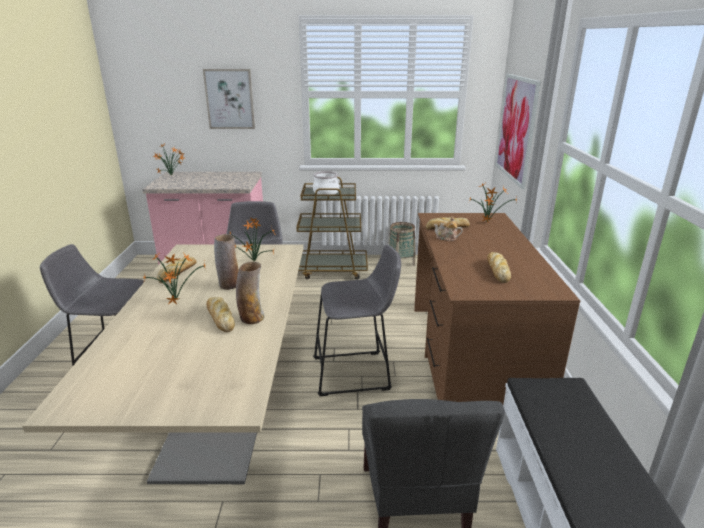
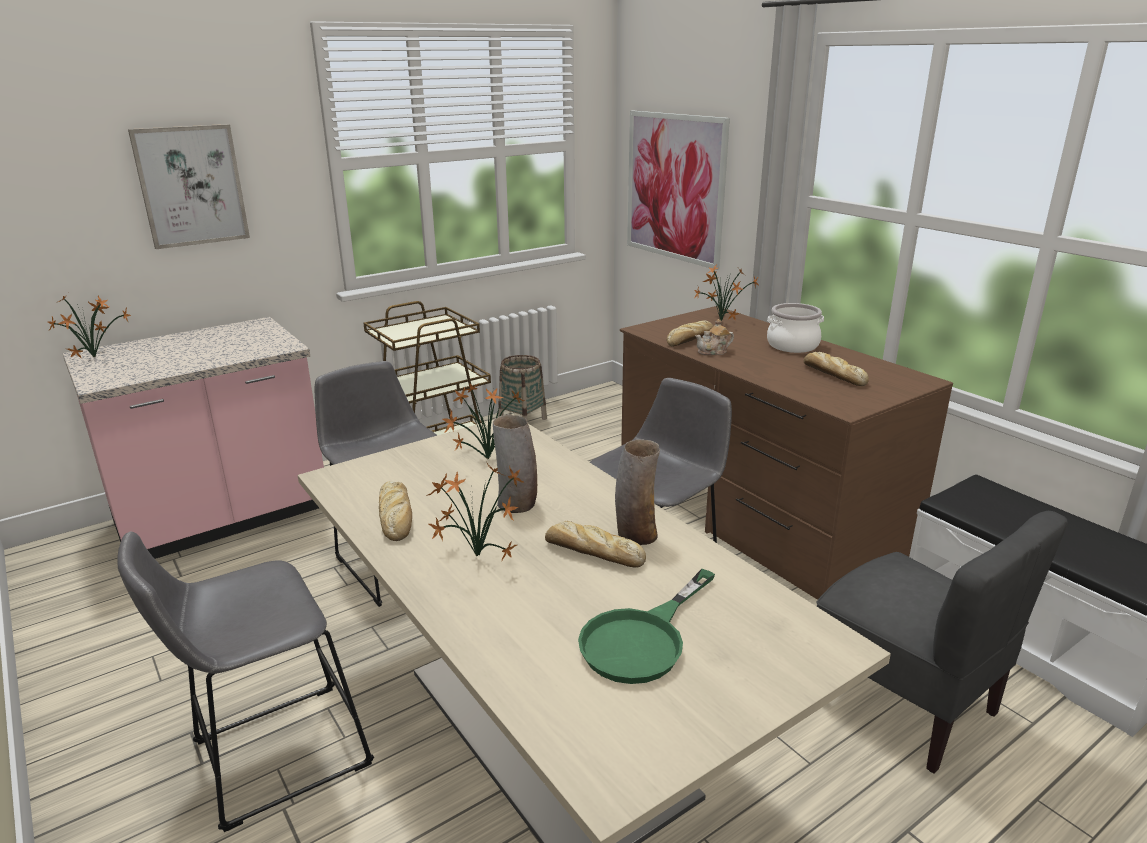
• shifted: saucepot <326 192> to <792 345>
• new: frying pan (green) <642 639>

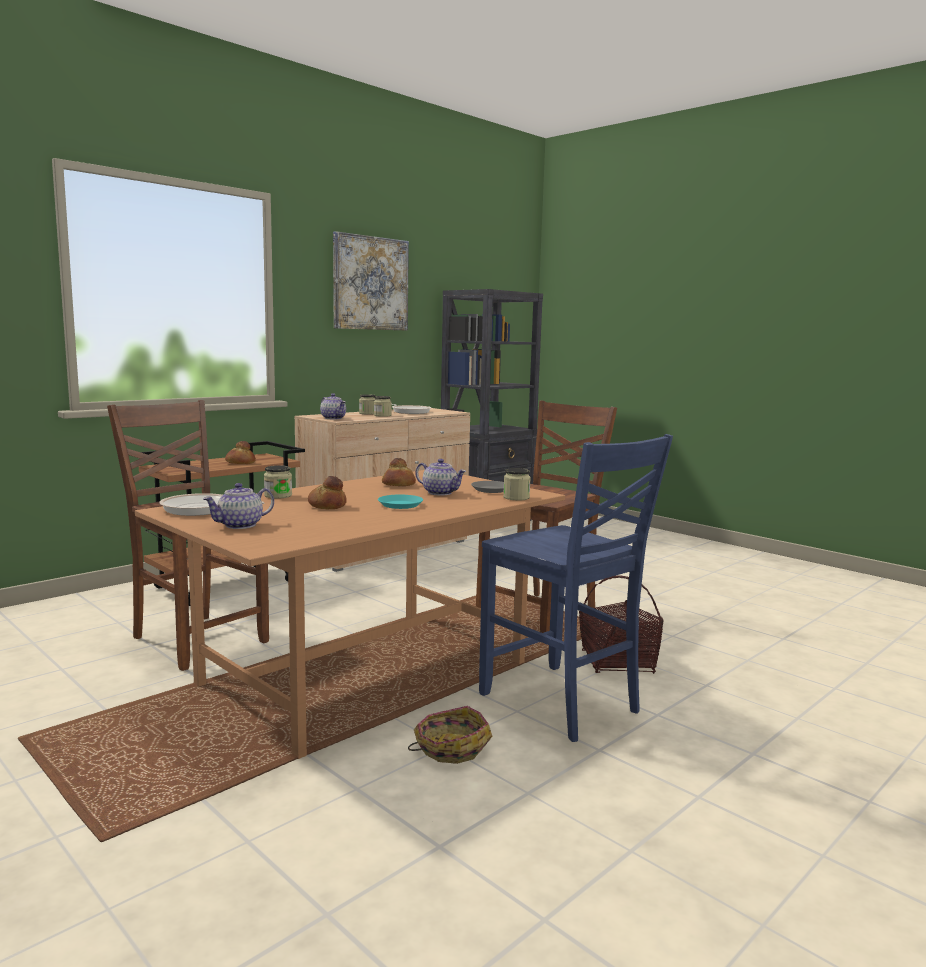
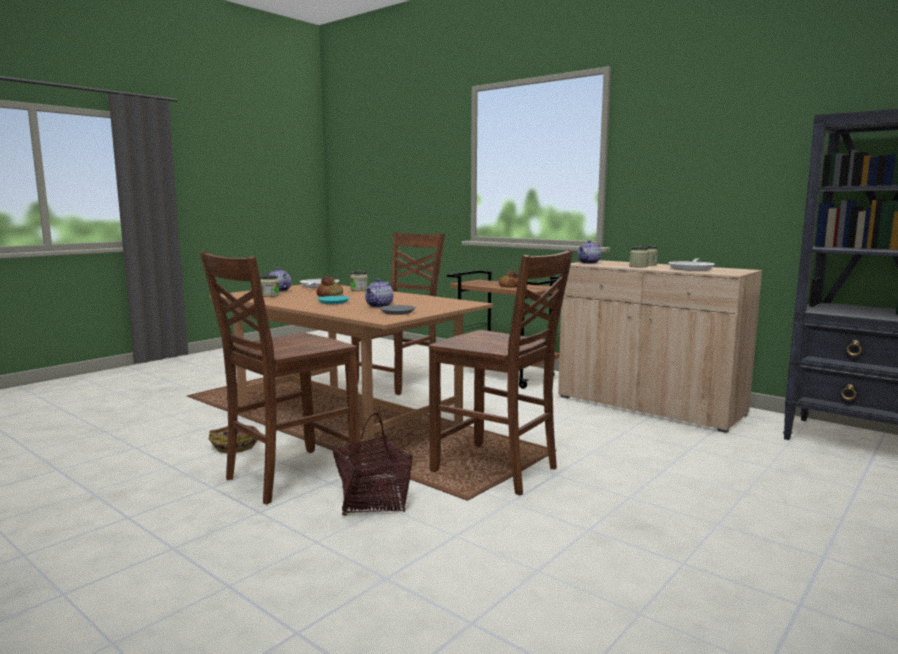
• gone: wall art <370 283>
• gone: baked bread <398 485>
• repainted: plain chair (bluish) <561 703> to plain chair (brown) <289 476>
• shifted: storage jar <516 498> to <269 295>

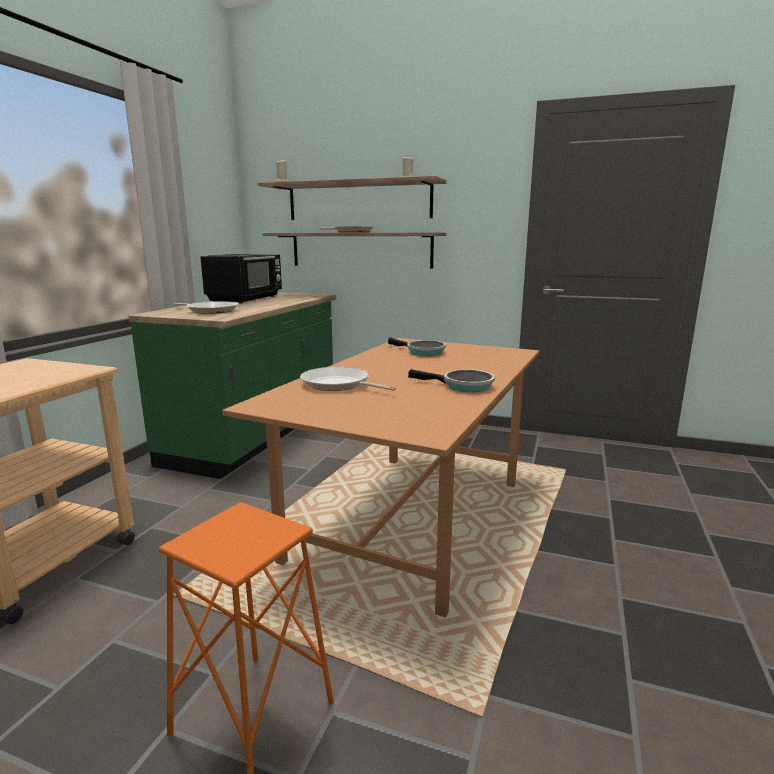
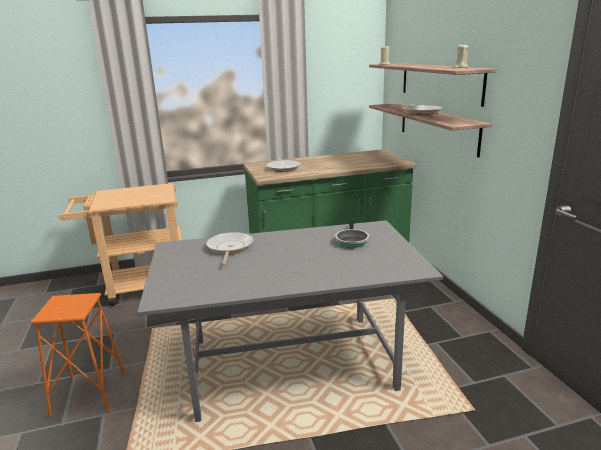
• gone: microwave oven (black-coloured) <246 299>
• repainted: kitchen table (brown) <412 521> to kitchen table (greyish) <289 365>
• gone: frying pan <463 386>

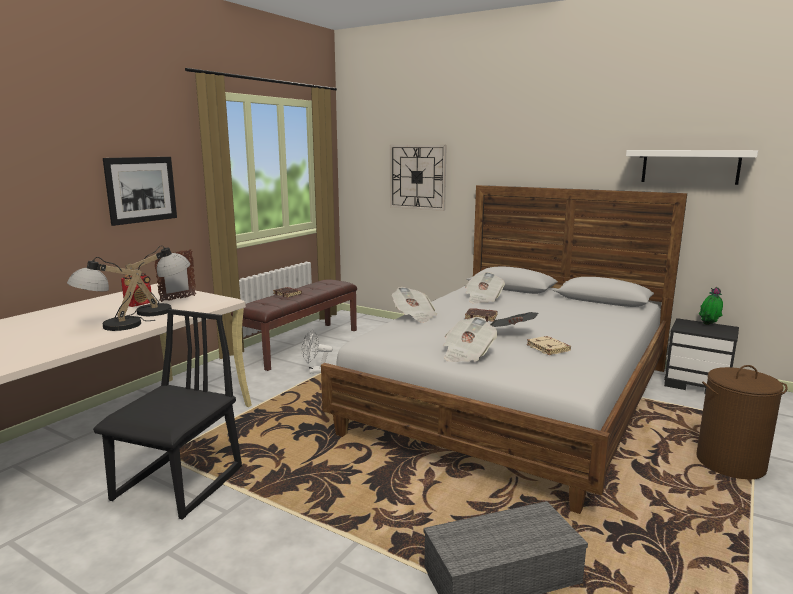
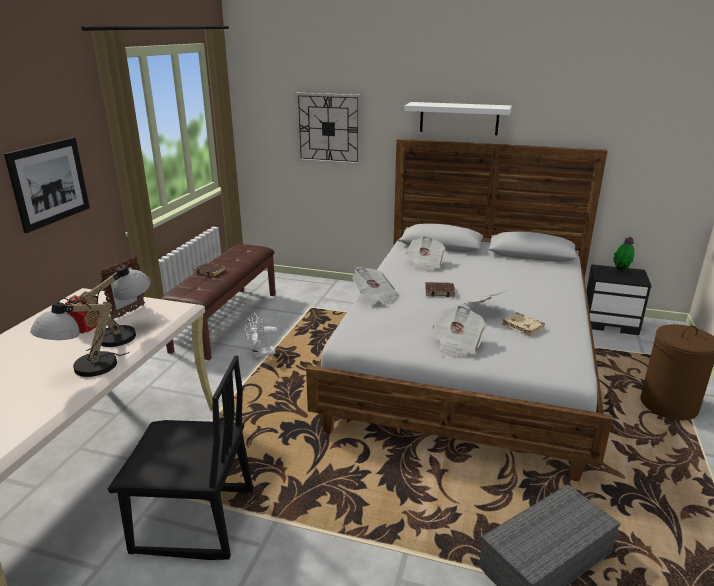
• rotated: plain chair (black-coloured) <179 484> = <194 522> 90 degrees clockwise
• shifted: bracket shelf (whitish) <690 166> to <459 118>

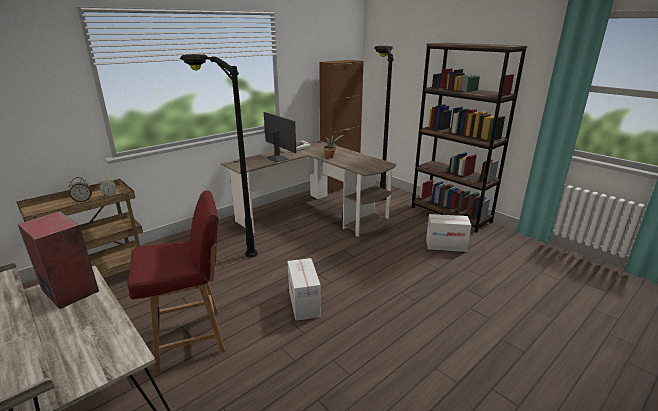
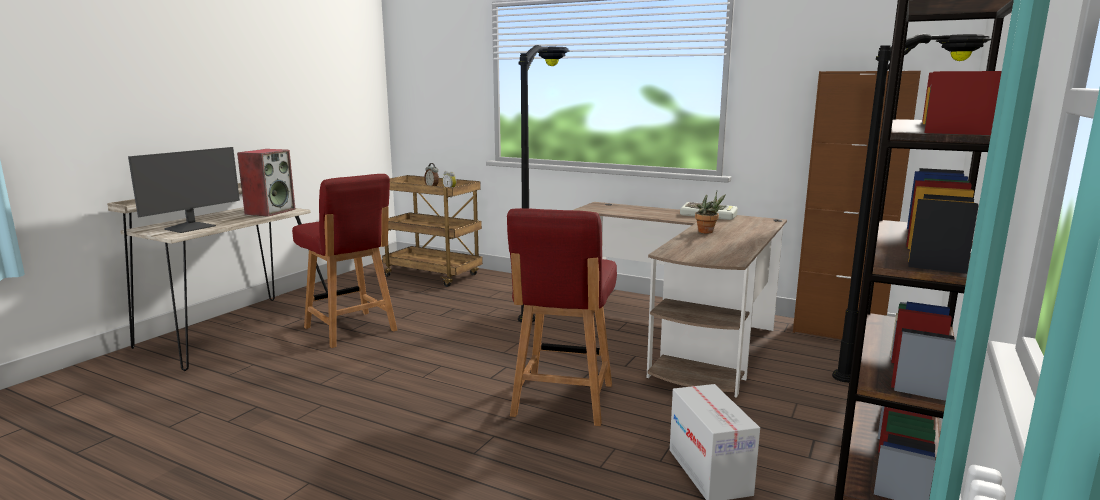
• shifted: computer screen <277 158> to <191 228>
• gone: cardboard box <304 303>
• new: plain chair (red) <562 401>

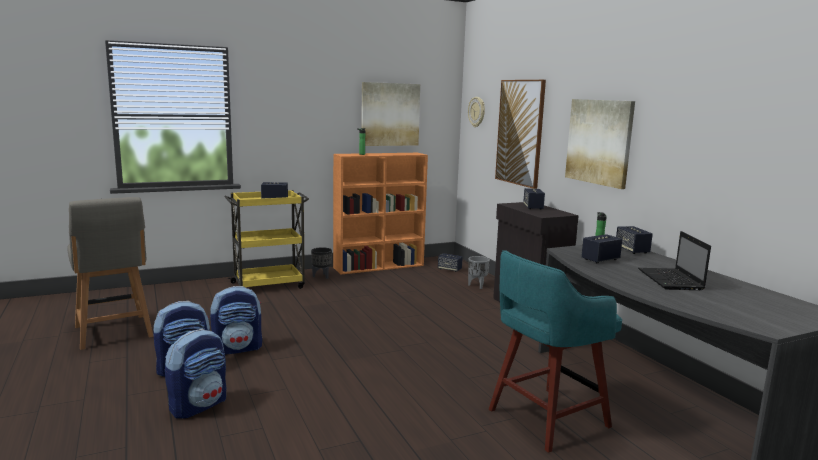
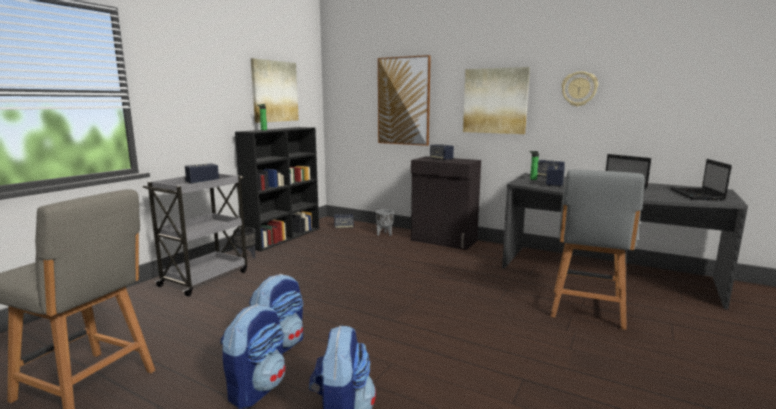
• repainted: trolley (yellowish) <269 285> to trolley (greyish) <205 278>
• repainted: bookcase (orange-coloured) <379 266> to bookcase (black-coloured) <284 237>
• shifted: hanging clock <477 112> to <579 89>
• swapped: sitting stool (blue-green) <545 419> to plain chair (greyish) <586 310>
• new: notebook computer <697 195>

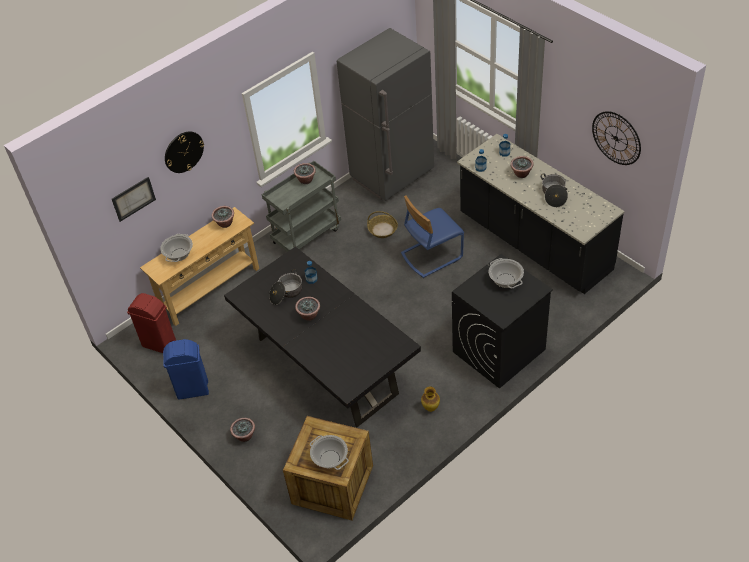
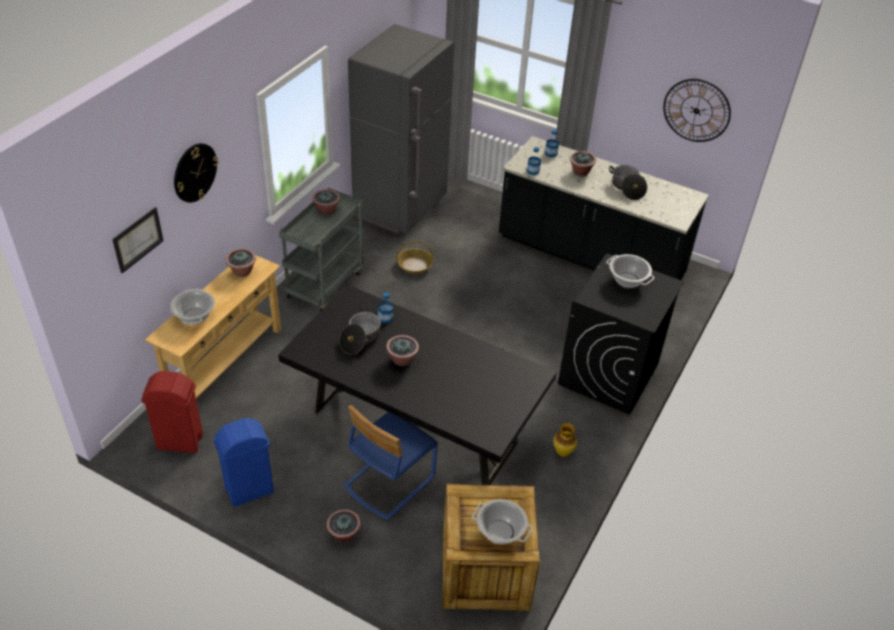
• shifted: plain chair (bluish) <431 255> to <388 482>

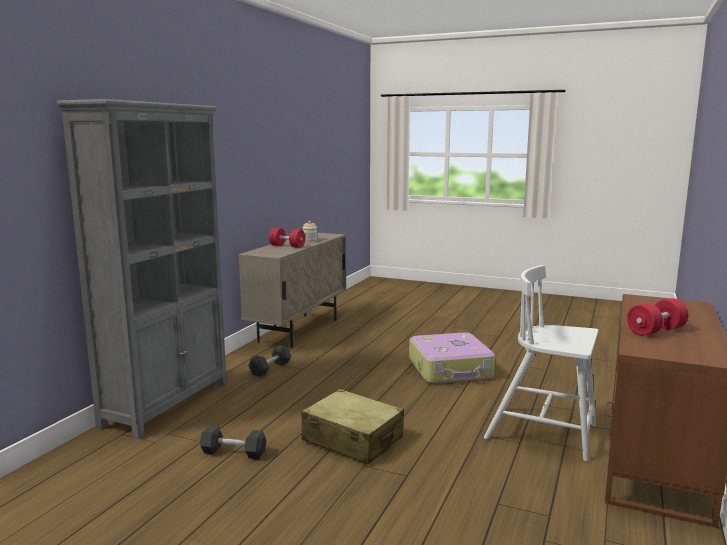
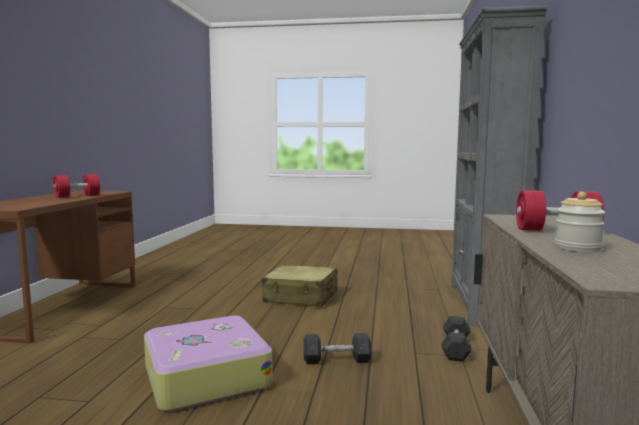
• shifted: free weight (greyish) <234 452> to <336 360>
• gone: plain chair (whitish) <543 432>

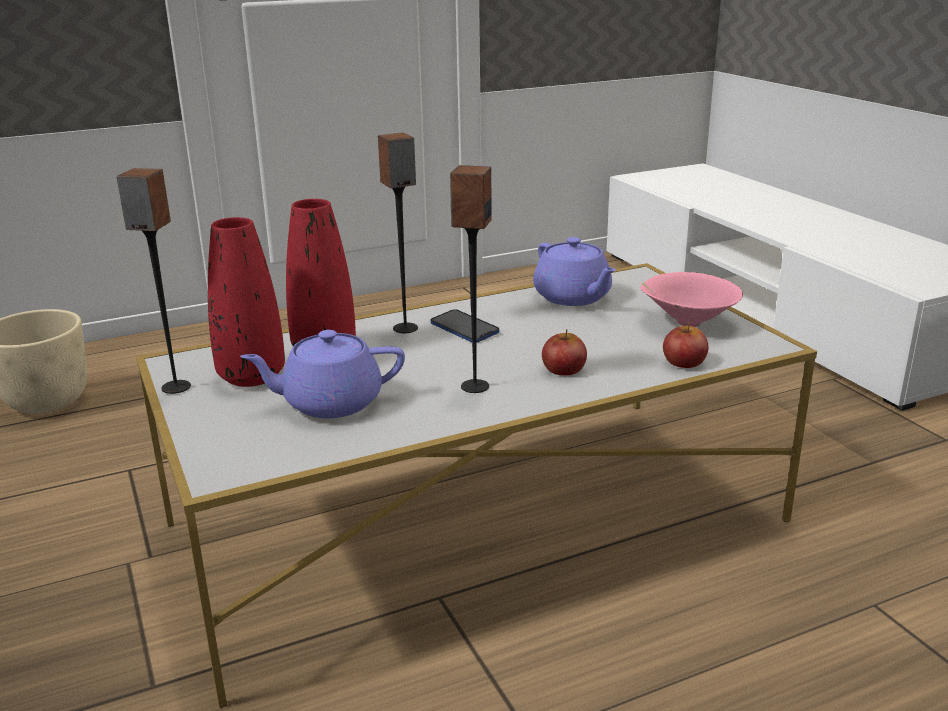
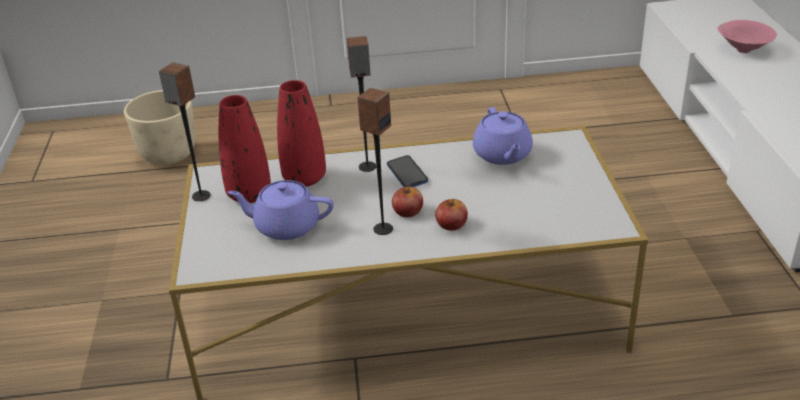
• shifted: deep dish (pink) <686 322> to <742 50>
• shifted: apple fruit <684 361> to <408 211>

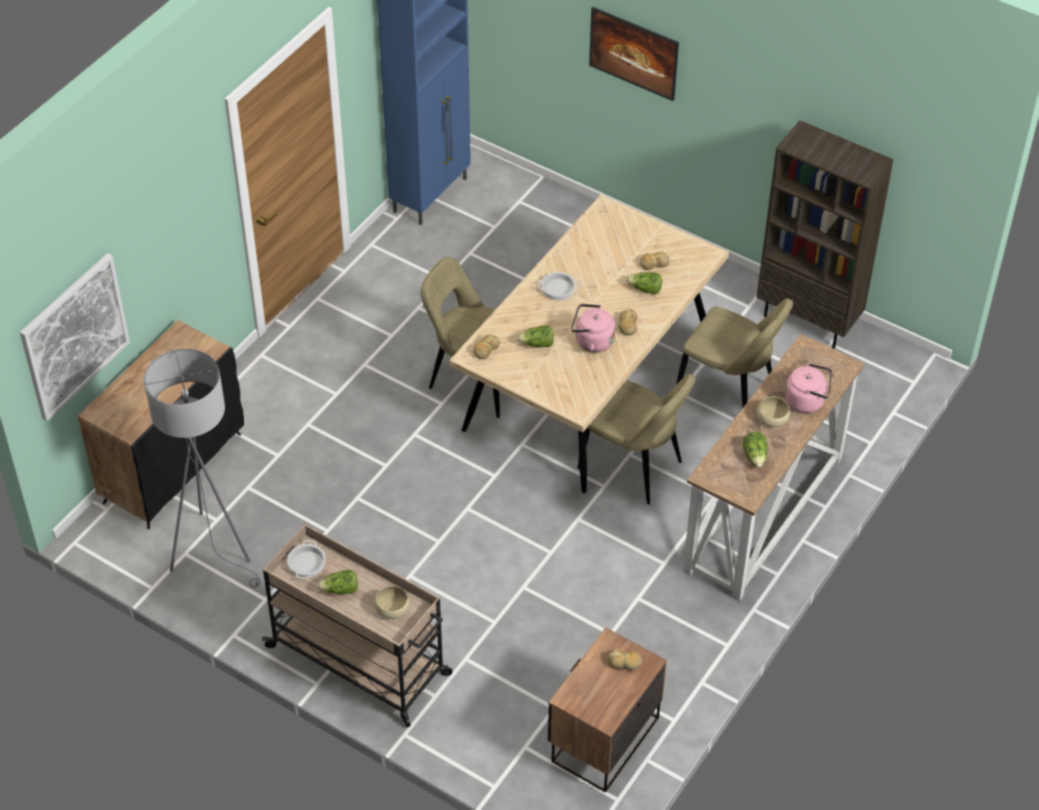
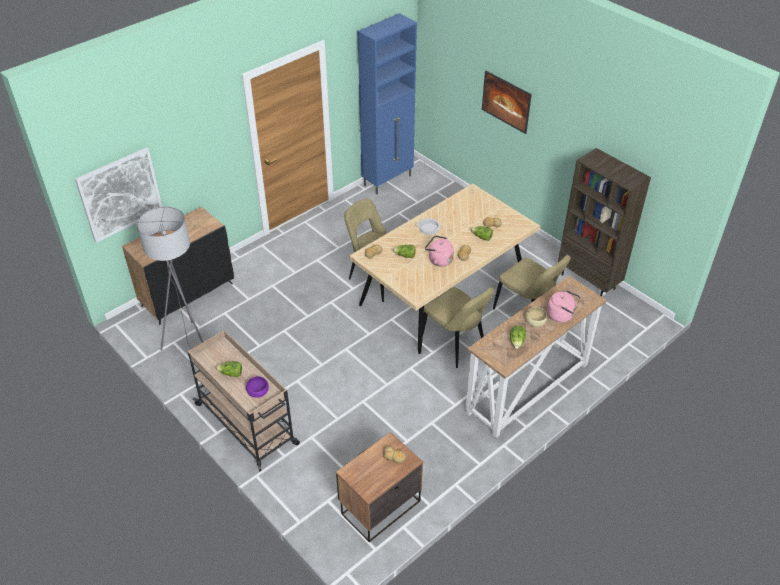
• gone: saucepot <307 564>
• repainted: deep dish (beige) <392 608> to deep dish (purplish) <257 391>

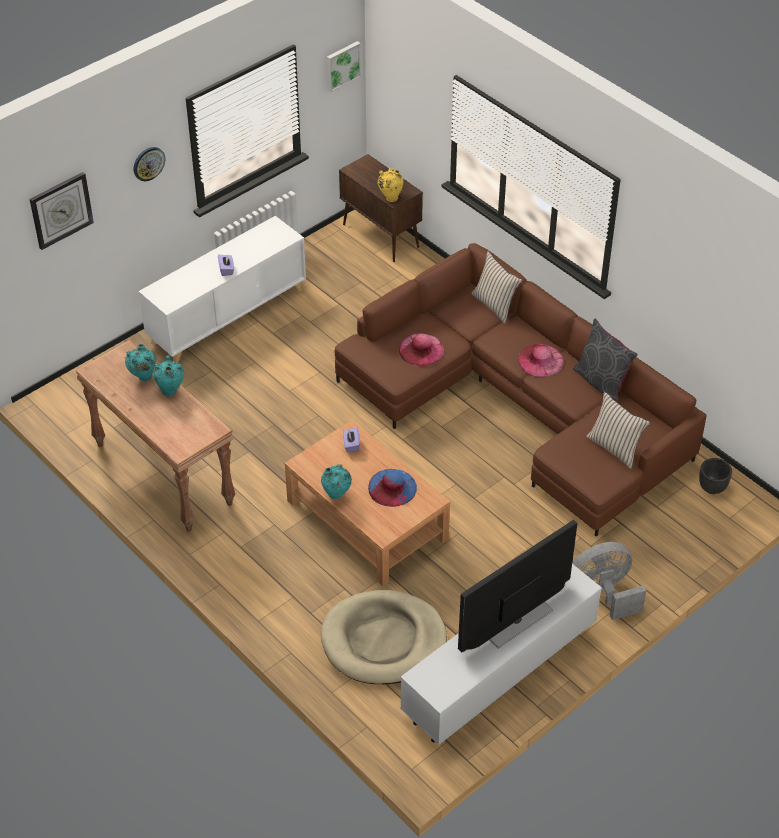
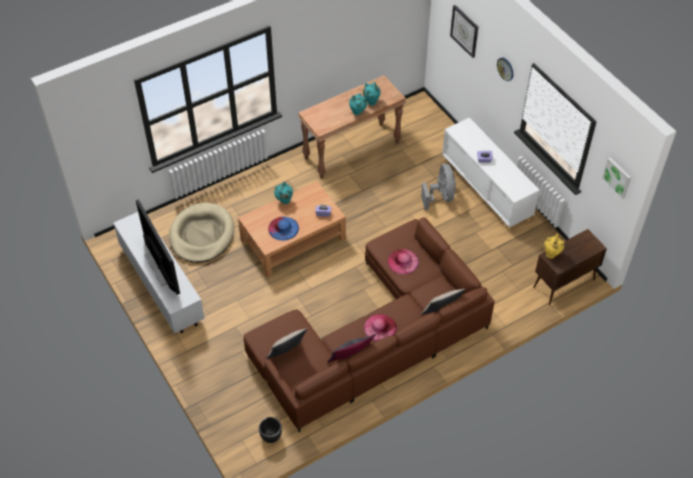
• shifted: electric fan (greyish) <603 594> to <440 197>

